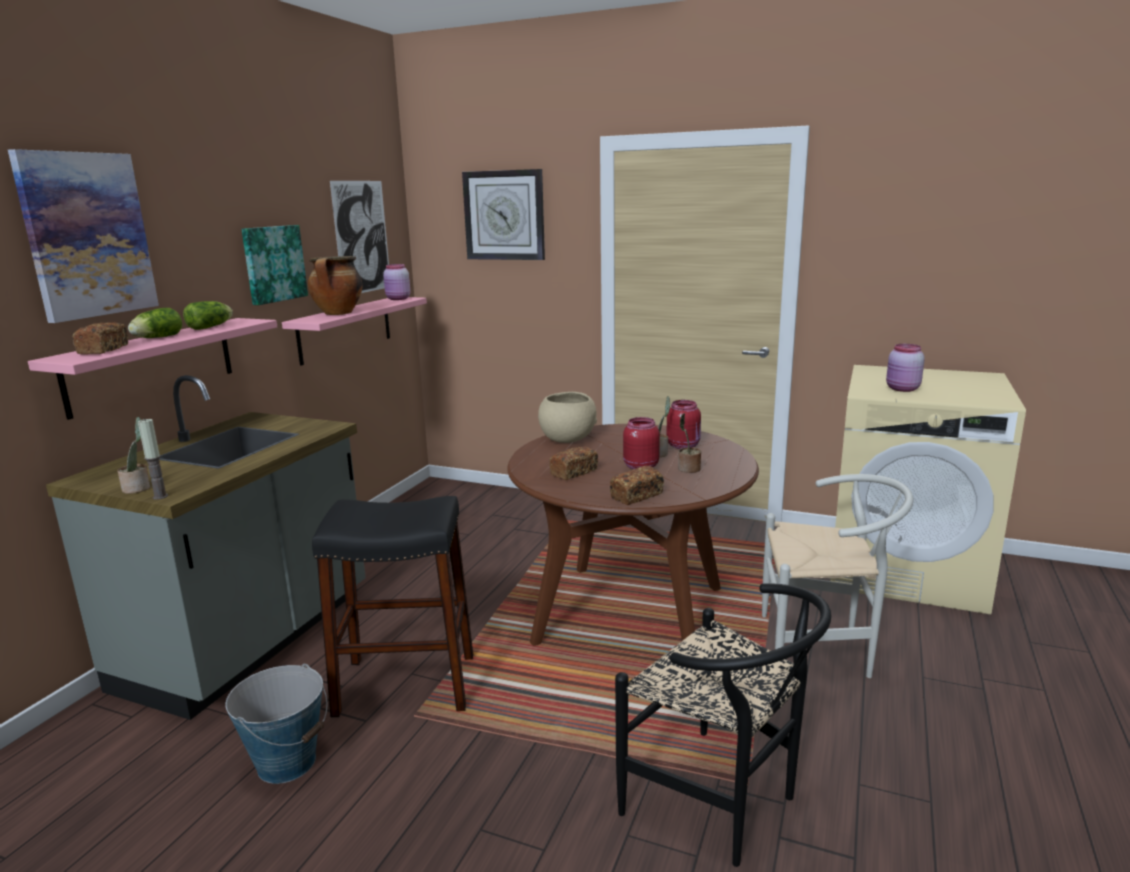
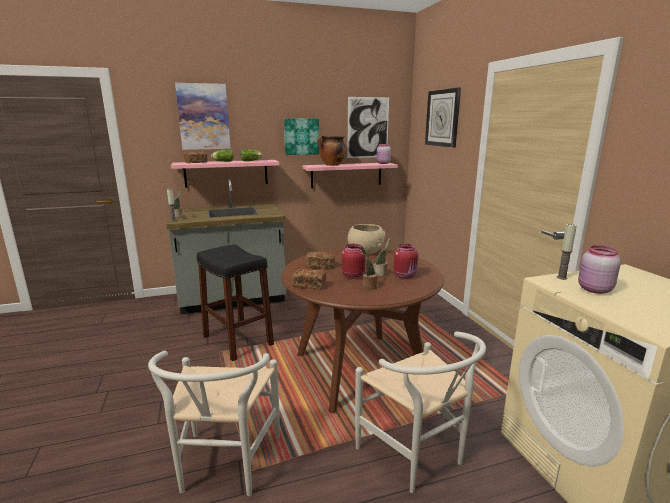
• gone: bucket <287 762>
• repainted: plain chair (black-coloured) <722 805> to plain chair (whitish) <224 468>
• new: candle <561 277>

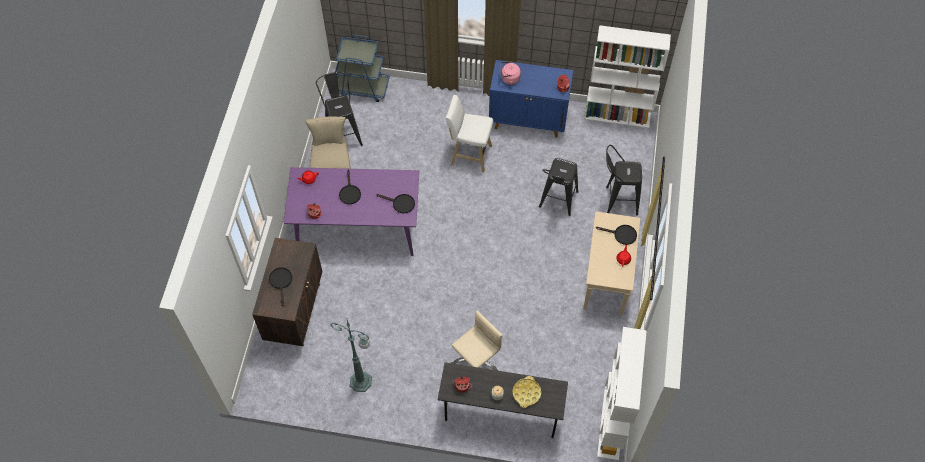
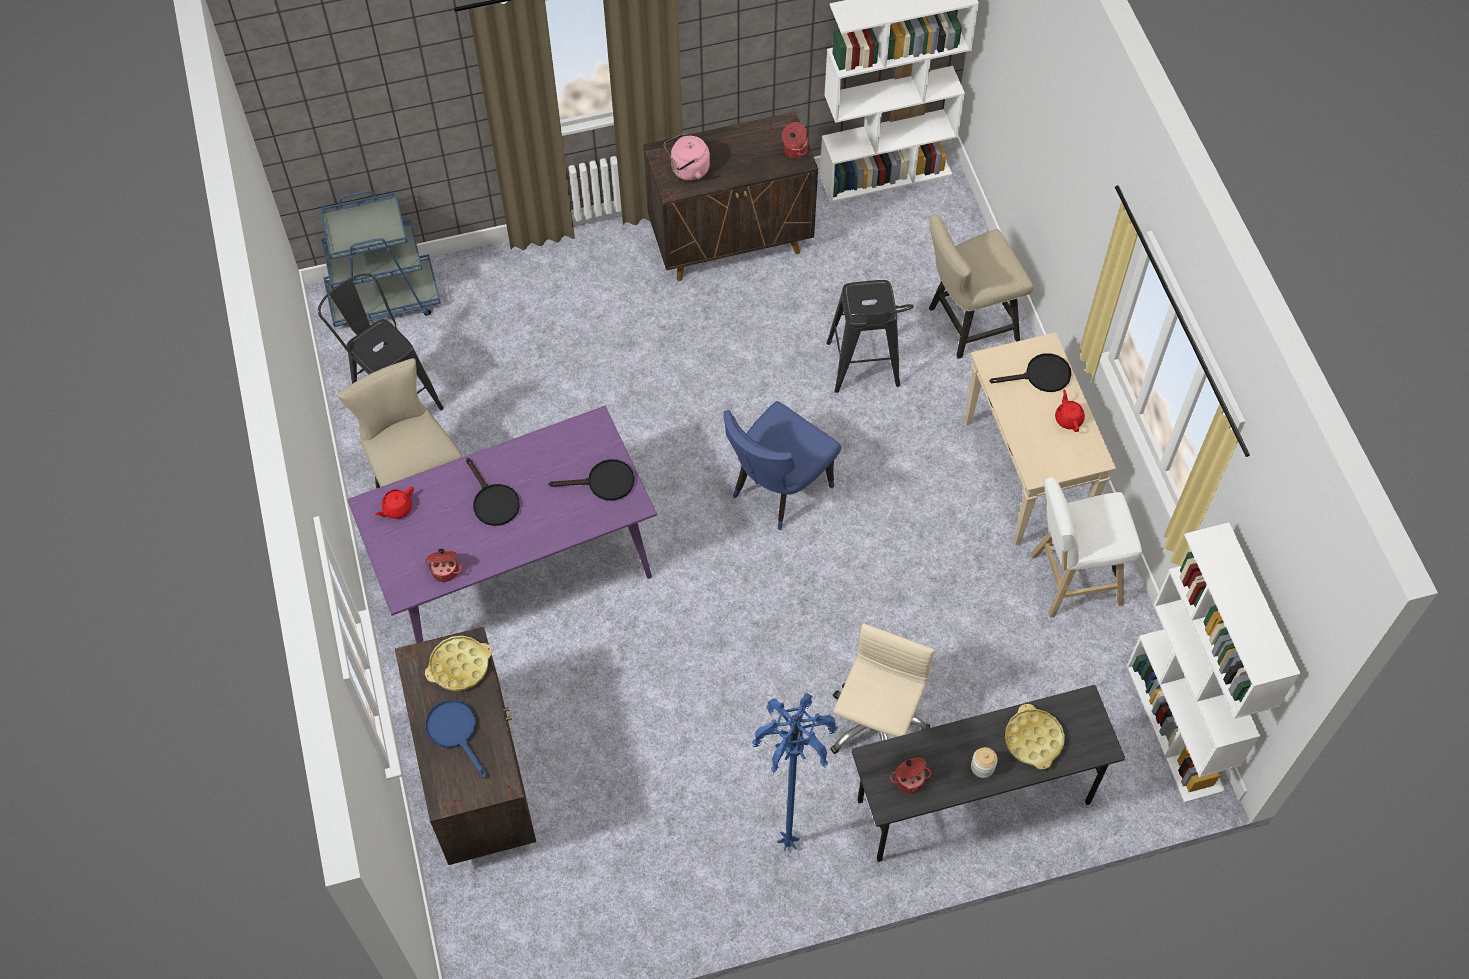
• repainted: frying pan (black-coloured) <281 282> to frying pan (bluish) <455 731>
• gone: floor lamp (green) <362 382>
• shifted: sitting stool (whitish) <469 154> to <1071 580>
• repainted: storage cabinet (bluish) <528 120> to storage cabinet (brown) <732 242>
• swapped: sitting stool (black-coloured) <617 200> to plain chair (beige) <966 325>
• new: carrying tray (yellowish) <459 666>
• new: plain chair (bluish) <776 490>
• new: floor lamp (bluish) <786 841>

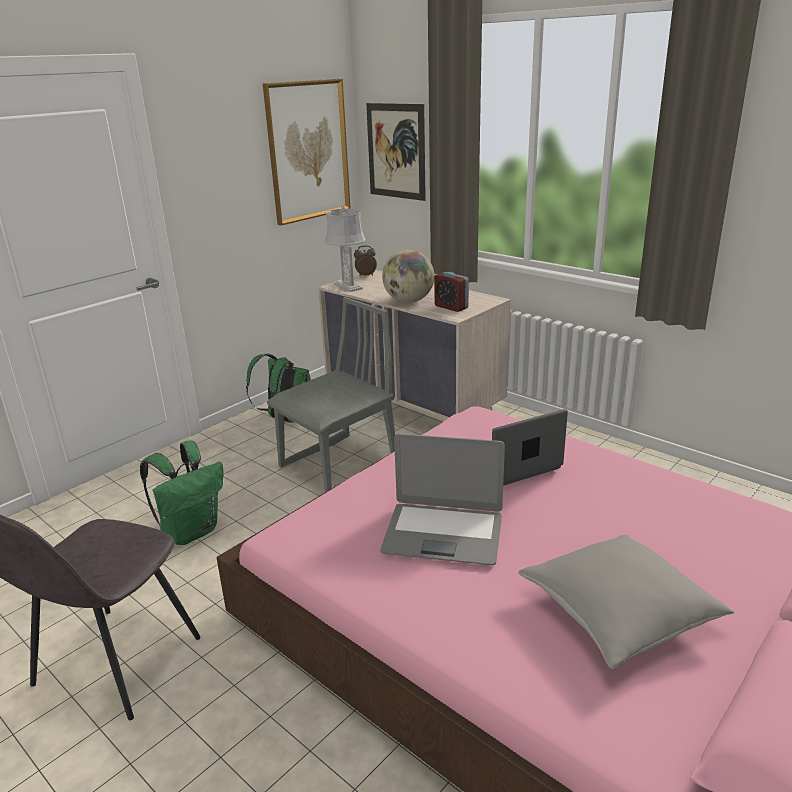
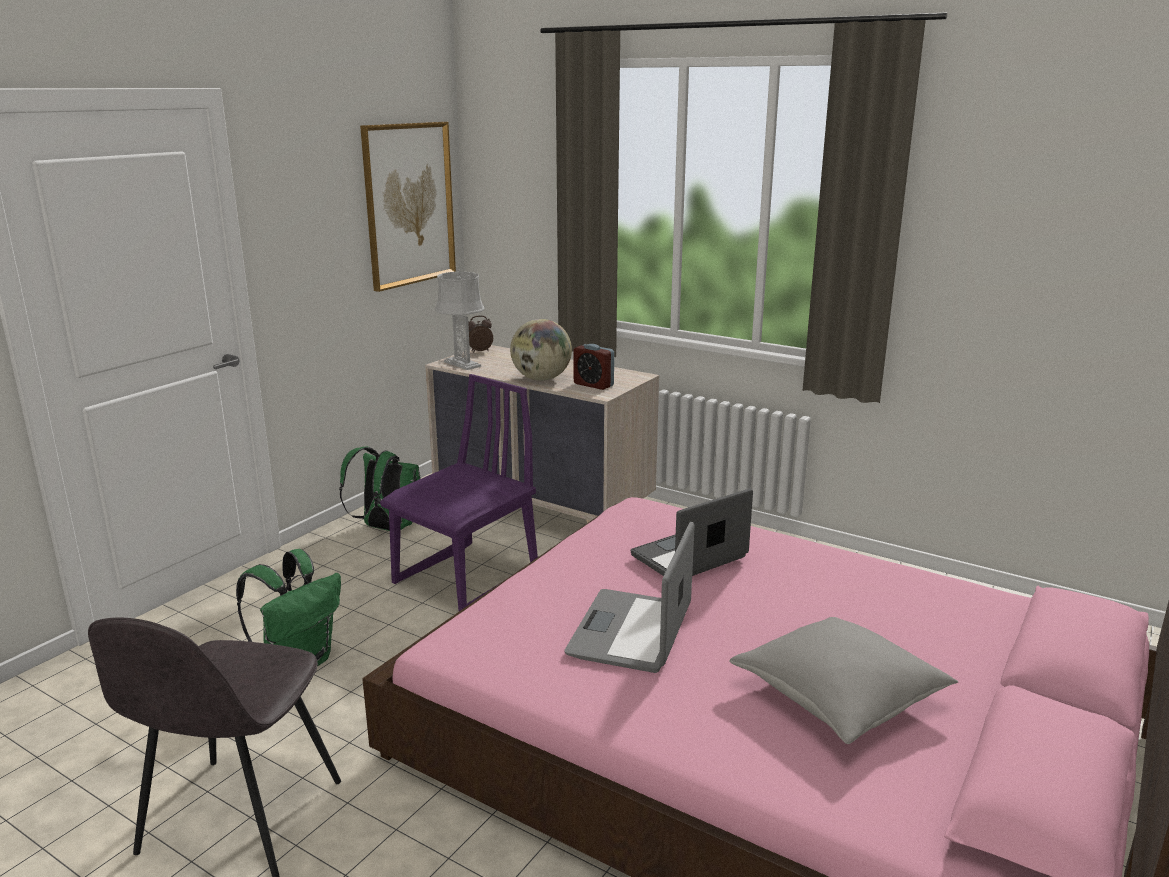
• repainted: plain chair (greyish) <339 466> to plain chair (purplish) <467 579>
• gone: wall art <396 151>
• rotated: notebook computer <443 534> = <631 632> 105 degrees clockwise

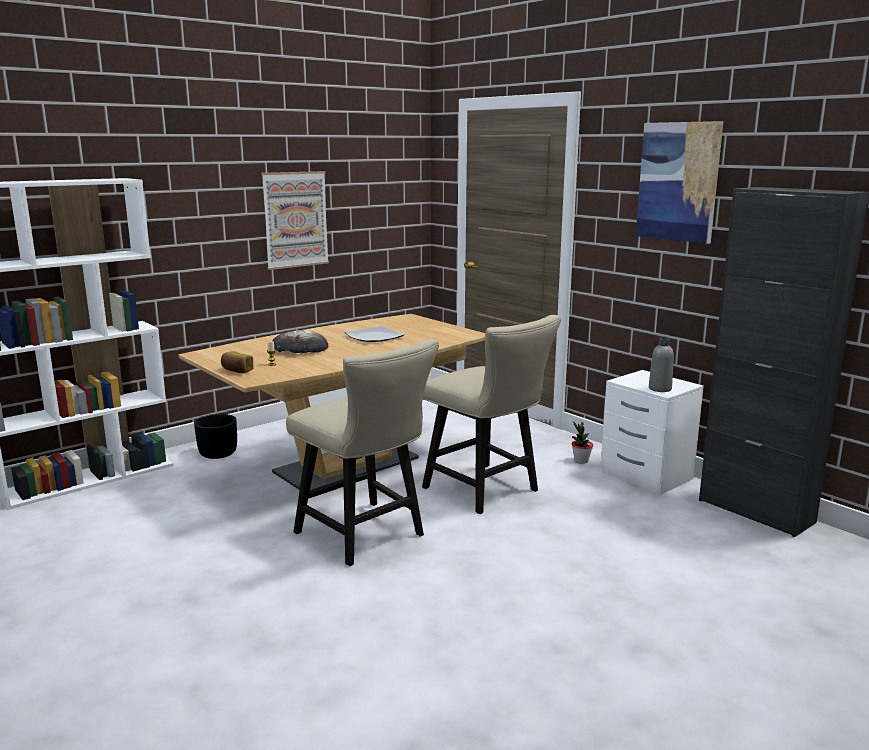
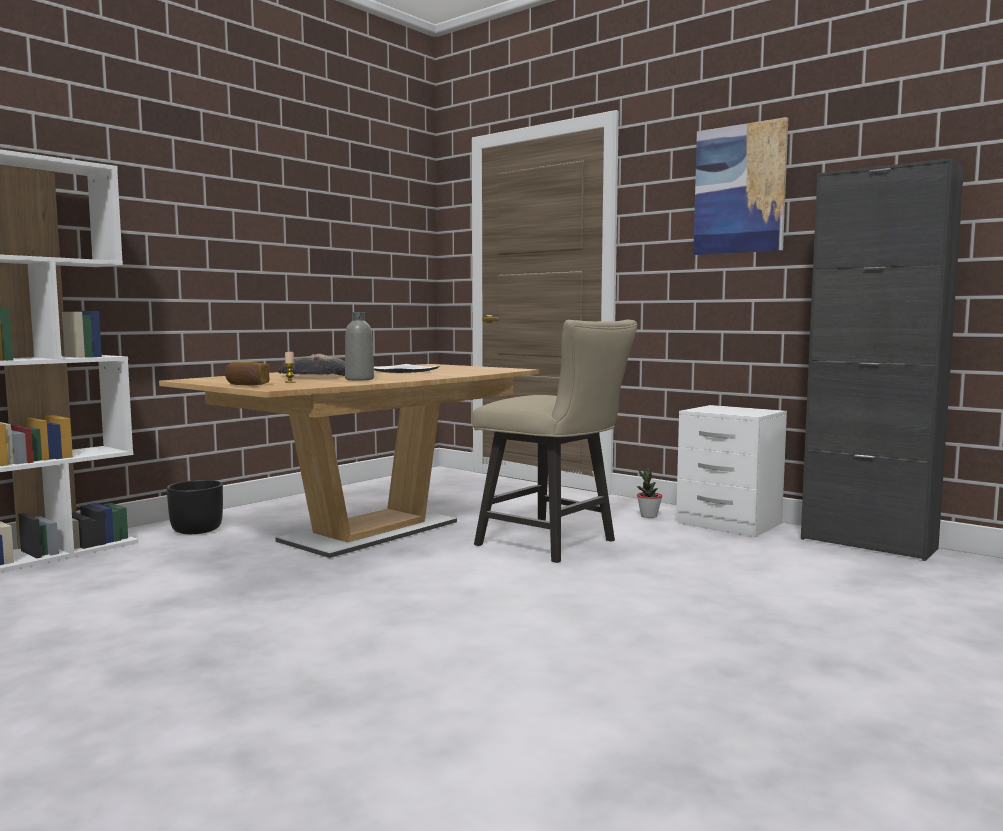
• gone: wall art <295 219>
• gone: plain chair (beige) <366 536>
• shifted: drink bottle (greyish) <660 389> to <359 379>

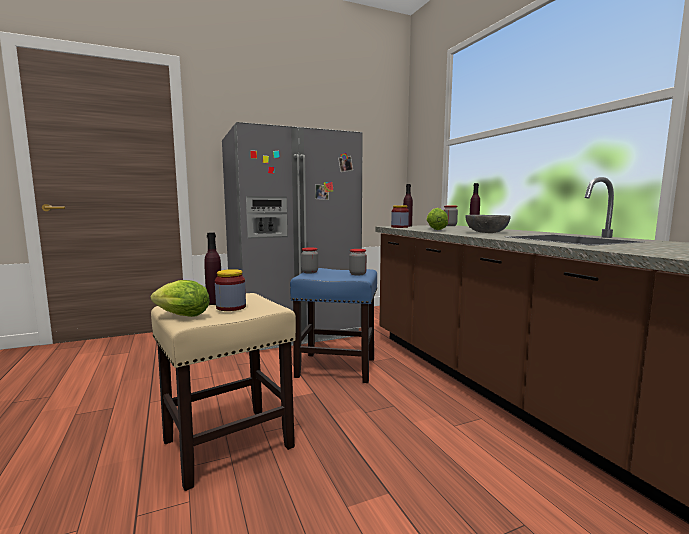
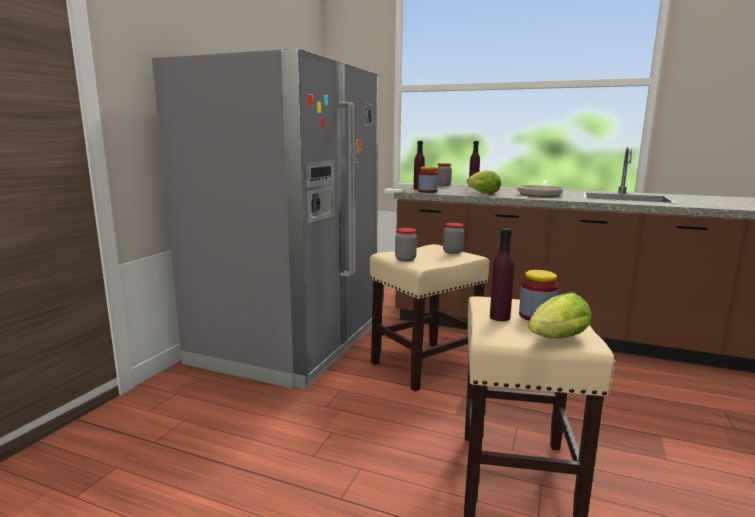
• repainted: sitting stool (bluish) <337 367> to sitting stool (beige) <425 365>
• swapped: deep dish (greyish) <487 232> to frying pan <540 194>

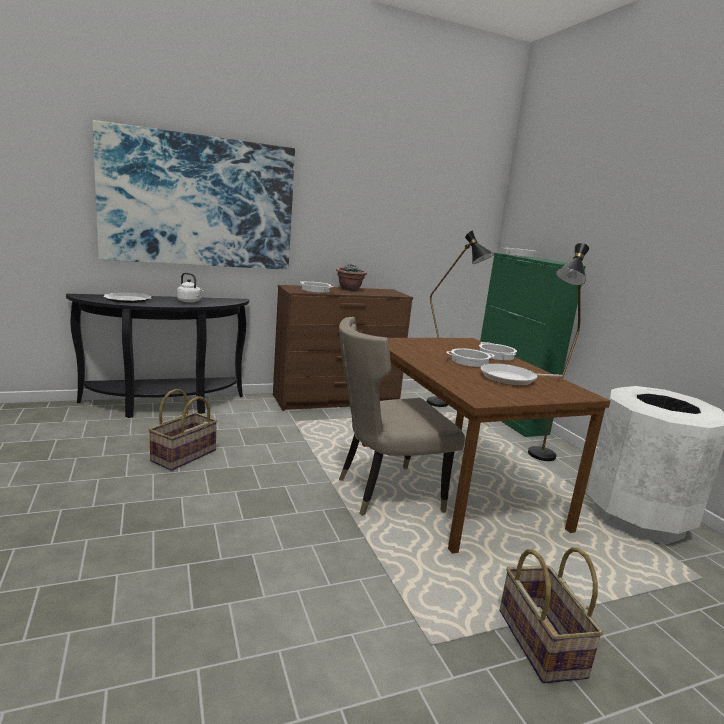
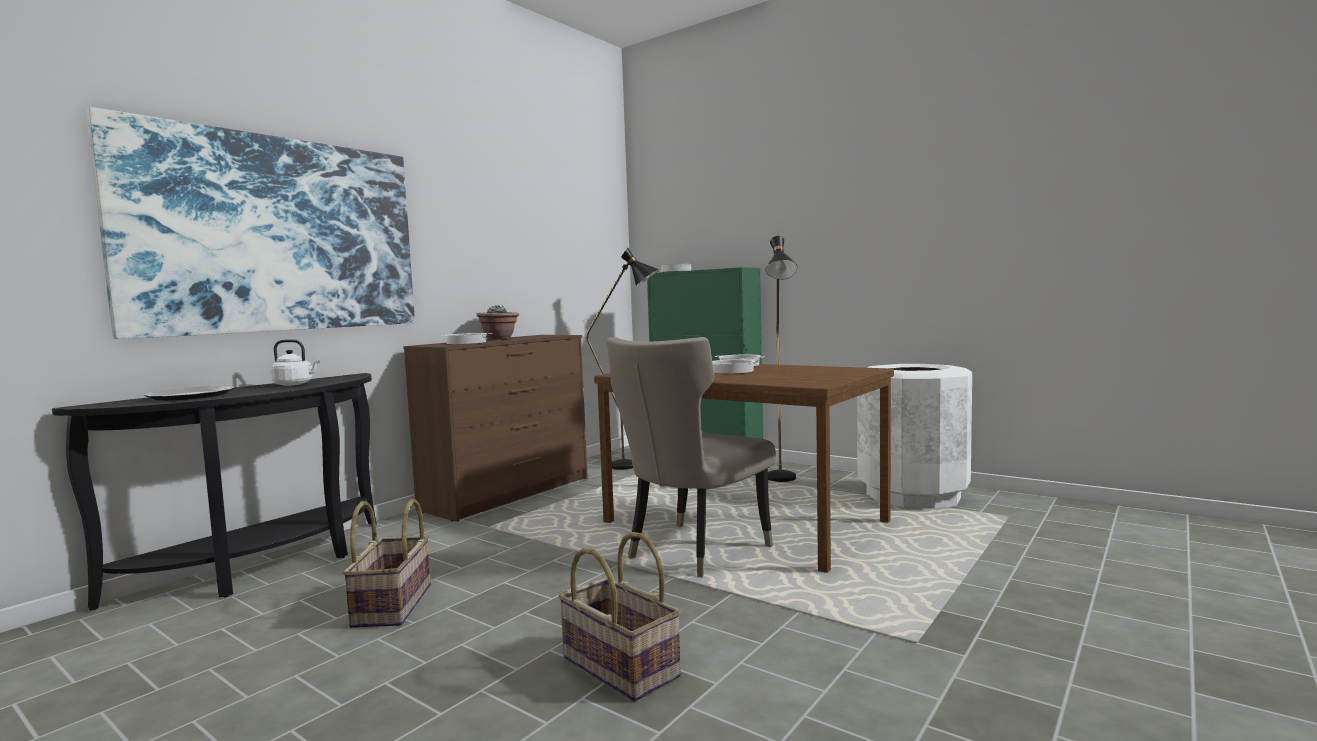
• gone: frying pan <511 379>
• shifted: household basket <539 642> to <618 668>

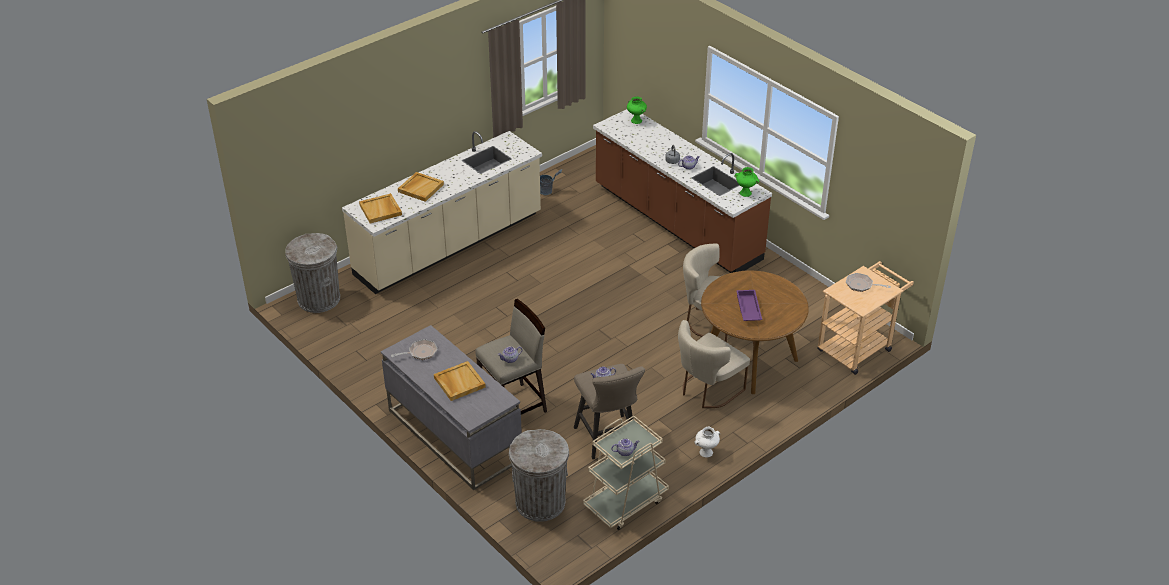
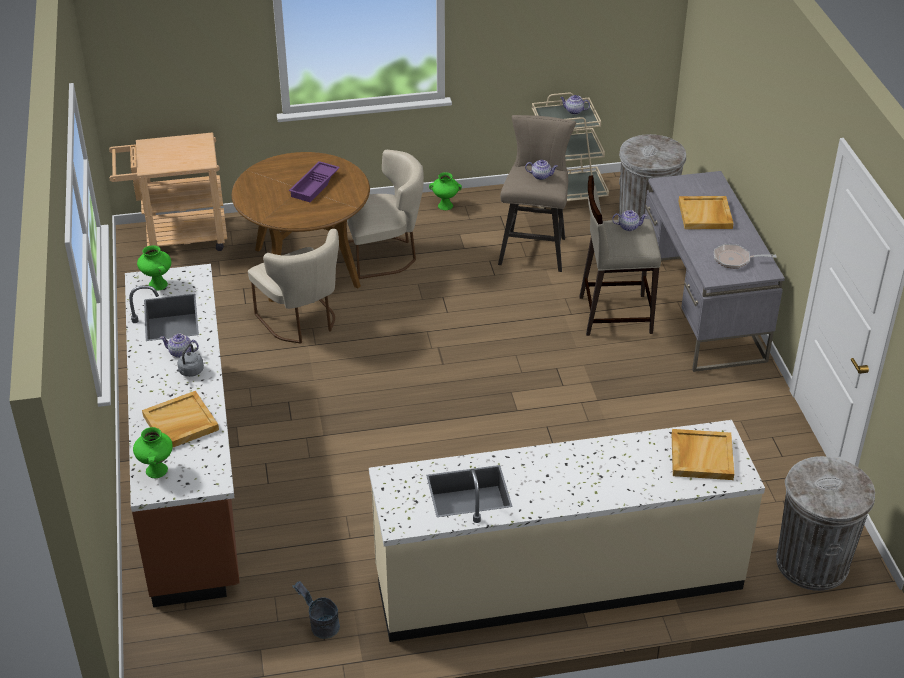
• shifted: carrying tray (beige) <420 188> to <180 423>
• repainted: flower vase (whitish) <706 453> to flower vase (green) <445 205>
• gone: frying pan <861 285>

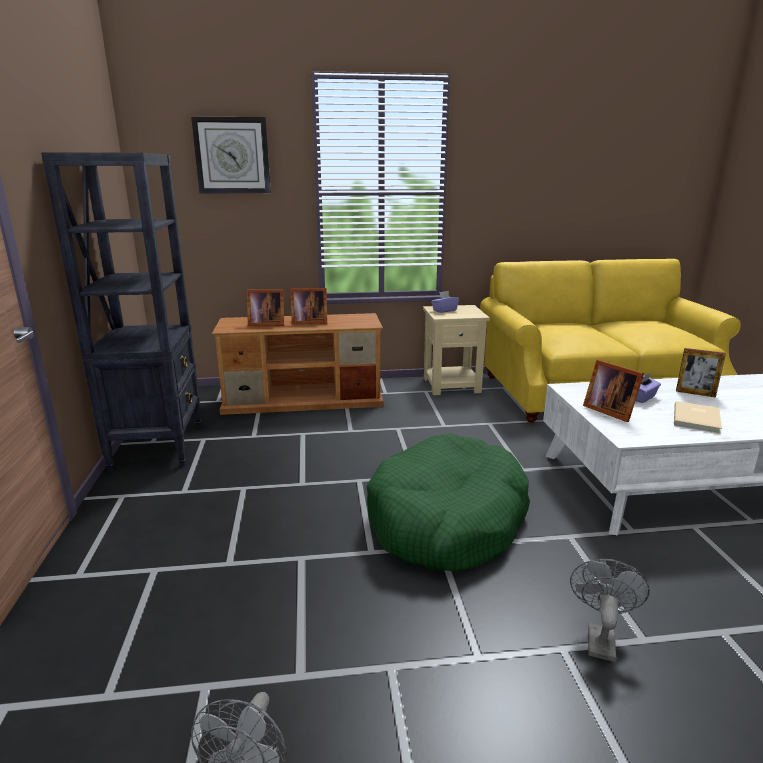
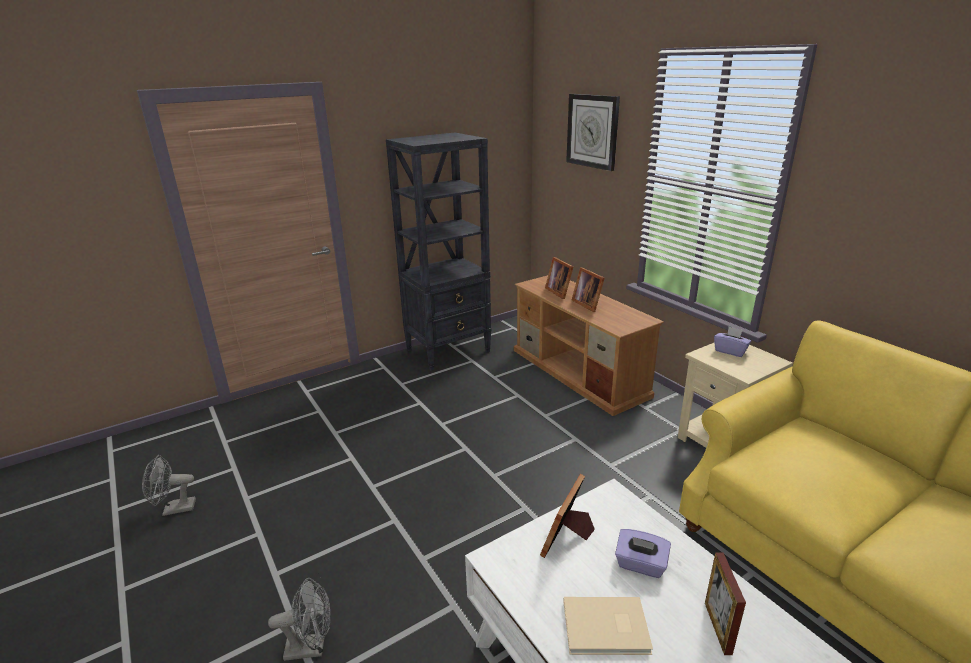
• gone: dog cushion (green) <447 520>

